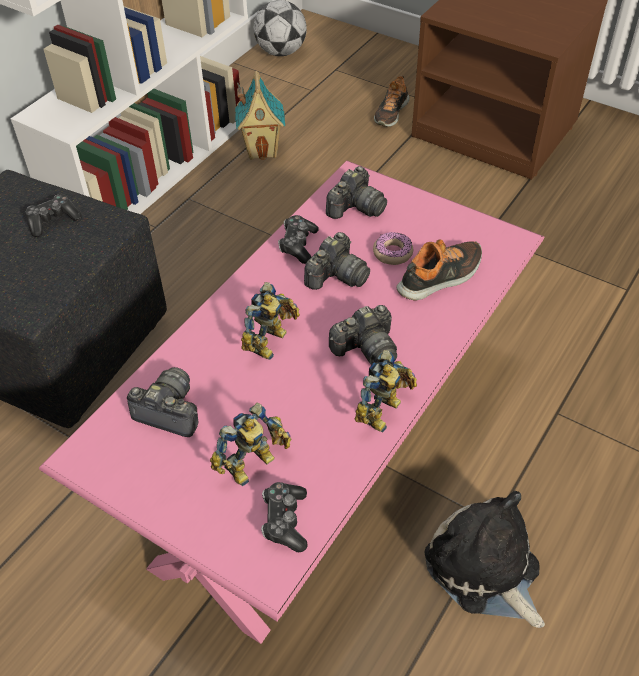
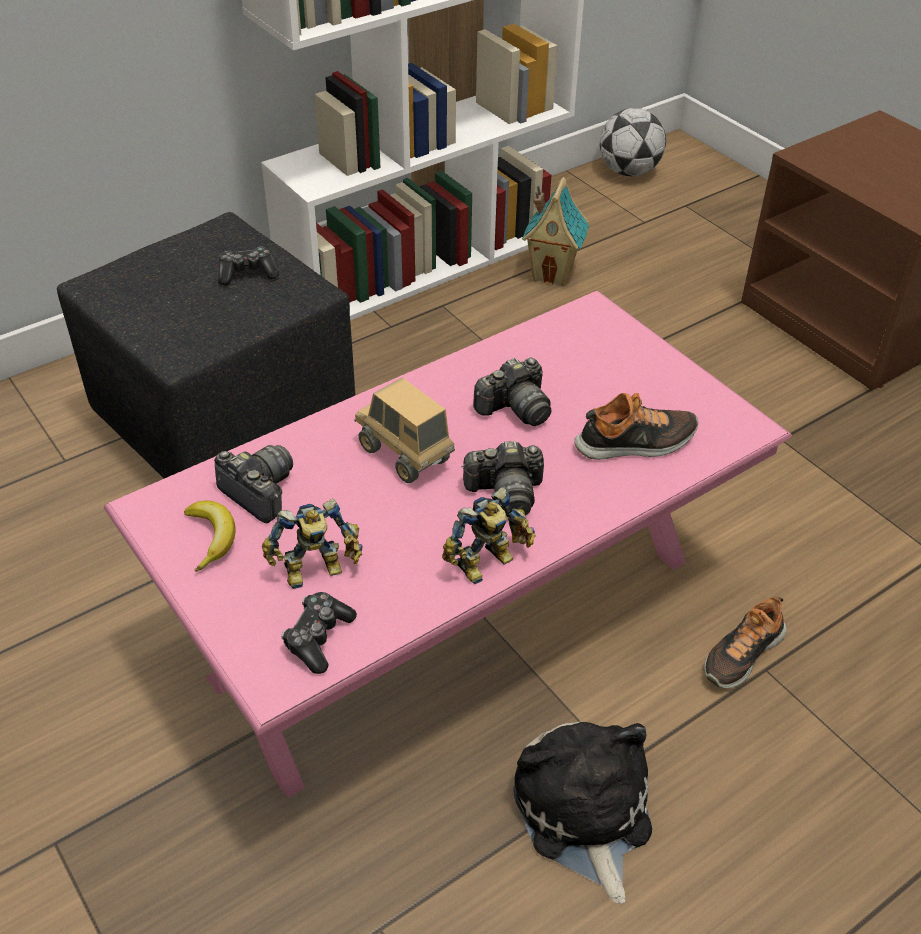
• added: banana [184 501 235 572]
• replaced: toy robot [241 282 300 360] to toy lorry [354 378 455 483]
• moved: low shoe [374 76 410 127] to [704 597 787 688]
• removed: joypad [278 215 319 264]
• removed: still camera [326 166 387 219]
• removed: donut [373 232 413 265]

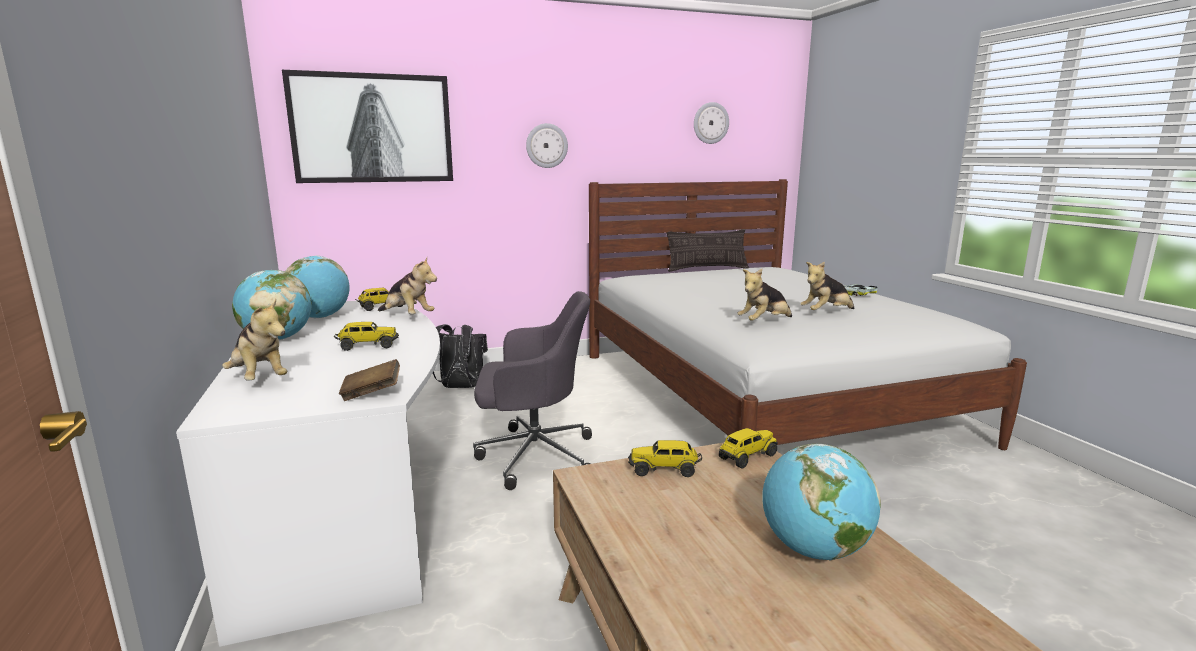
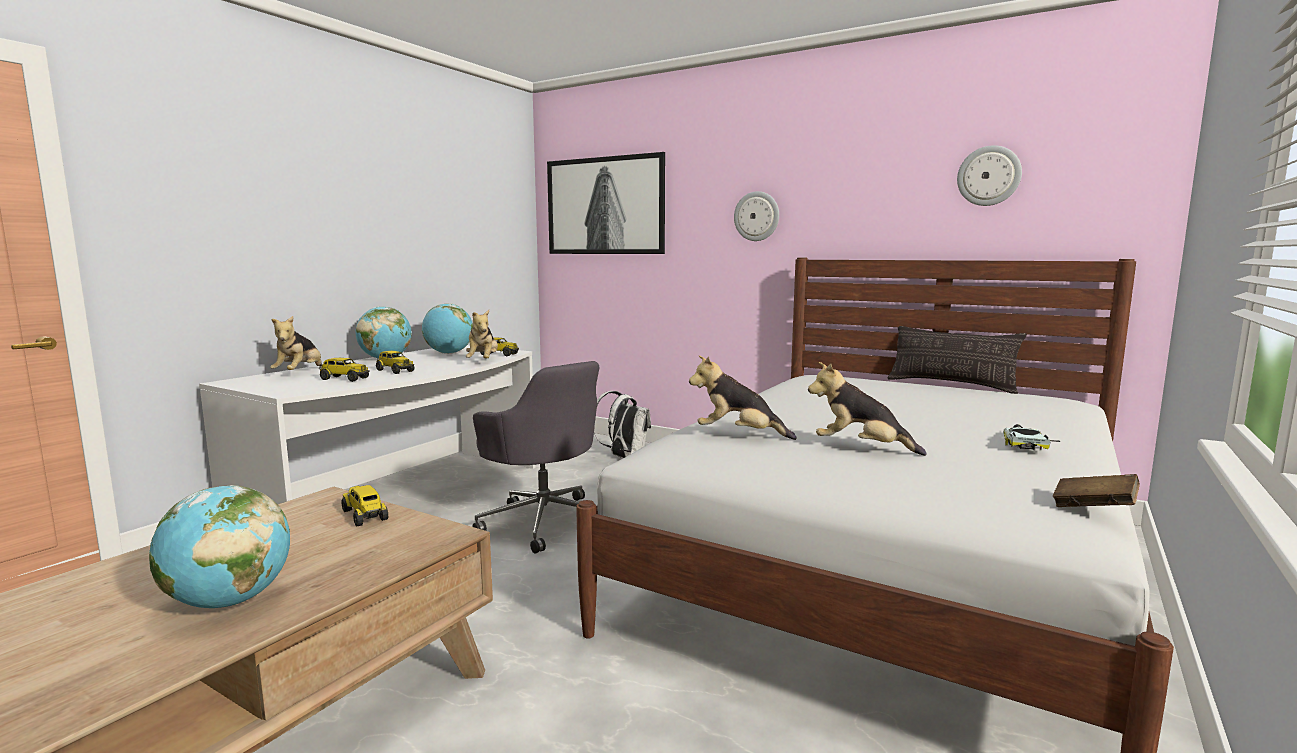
• moved: toy lorry [719 428 778 469] to [319 358 370 382]
• recoloured: rucksack (black) [433 324 488 388] to rucksack (white) [594 391 651 458]
• moved: volume (brown) [339 359 400 401] to [1053 474 1140 507]

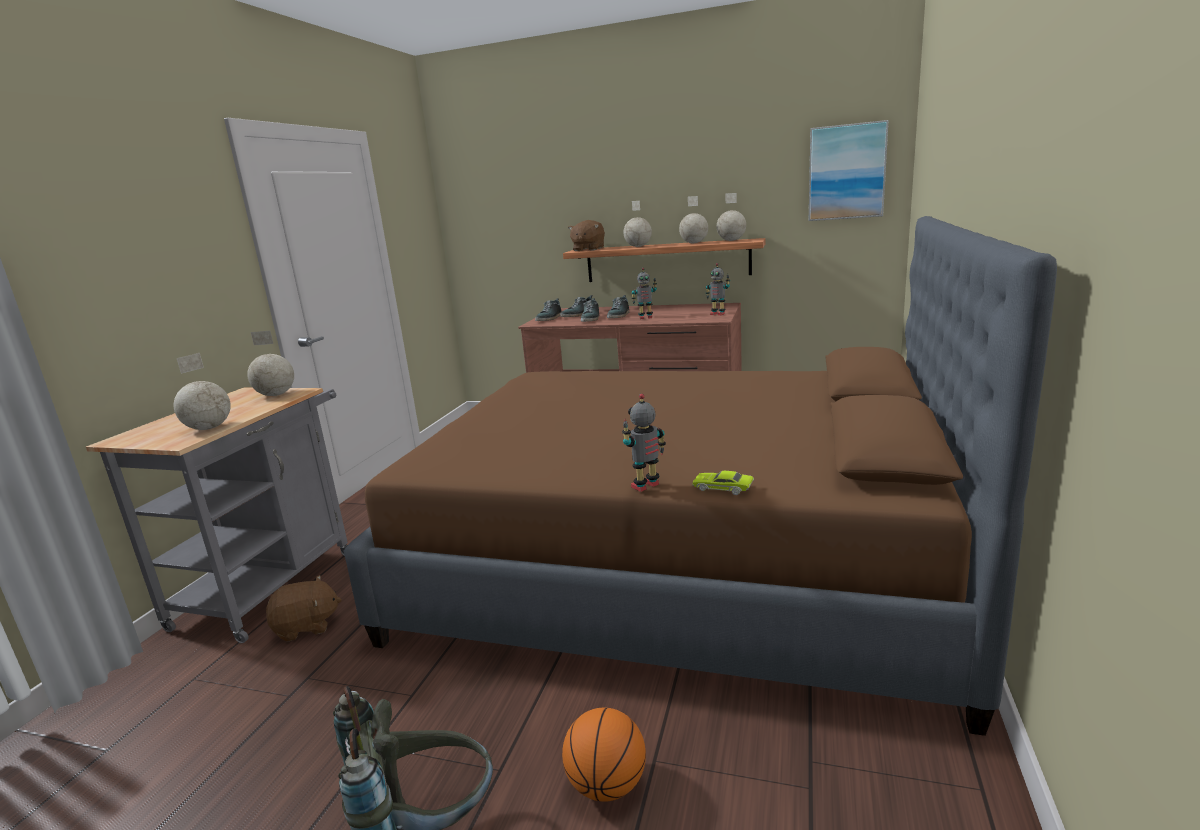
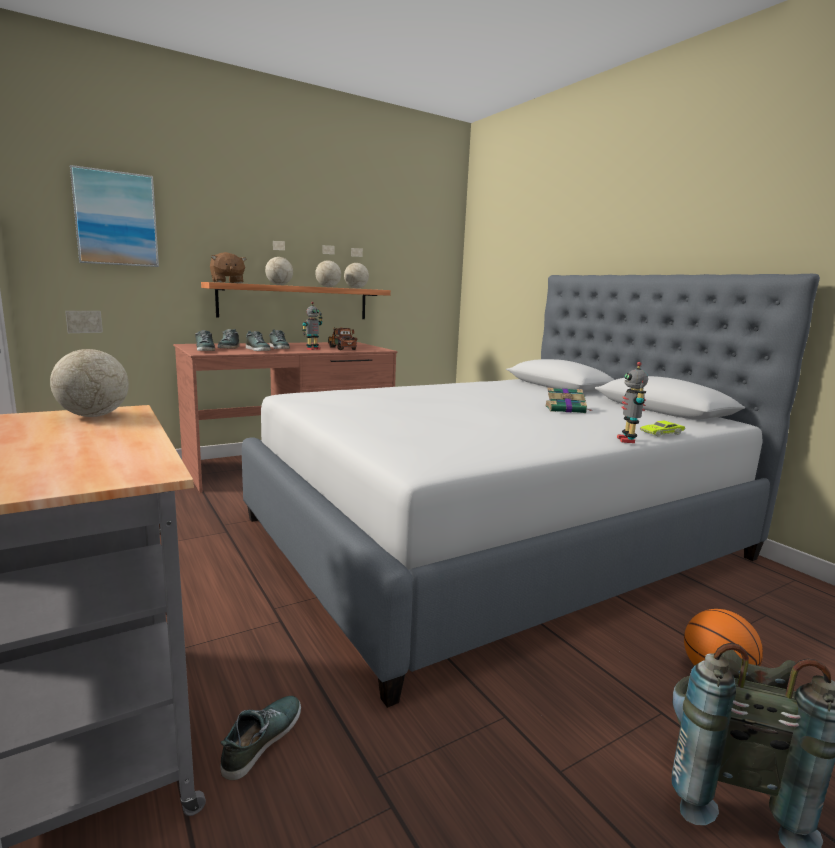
• moved: wall art [809 120 889 221] to [70 165 159 267]
• replaced: plush toy (brown) [266 575 342 642] to low shoe [221 696 301 780]
• recoloured: bedroom bed (brown) [344 216 1057 736] to bedroom bed (greyish) [242 274 820 708]
• added: toy lorry [328 327 357 350]
• added: volume [545 388 592 413]
• removed: desk globe [174 353 231 430]
• removed: toy robot [706 263 730 315]

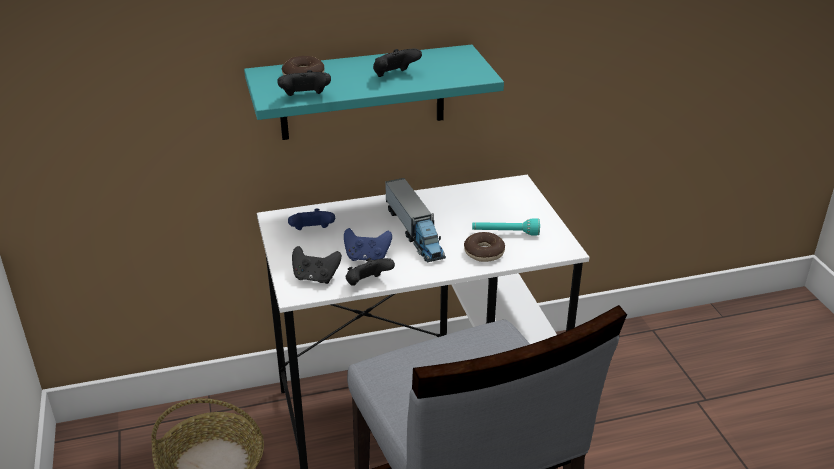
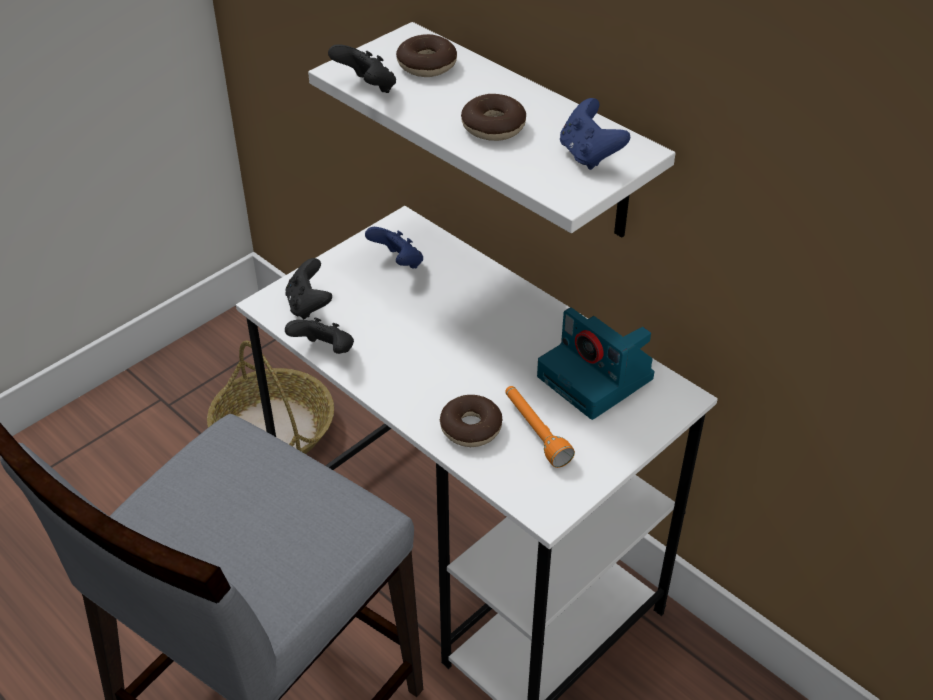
• recoloured: wall shelf (turquoise) [244 45 504 140] to wall shelf (white) [308 22 676 237]
• replaced: joypad (black) [373 49 422 77] to donut [461 94 526 141]
• recoloured: flashlight (turquoise) [472 218 540 236] to flashlight (orange) [505 386 575 468]
• added: still camera [537 307 654 420]
• moved: joypad (blue-coloured) [344 228 392 261] to [560 98 630 170]
• removed: toy lorry [385 178 446 263]

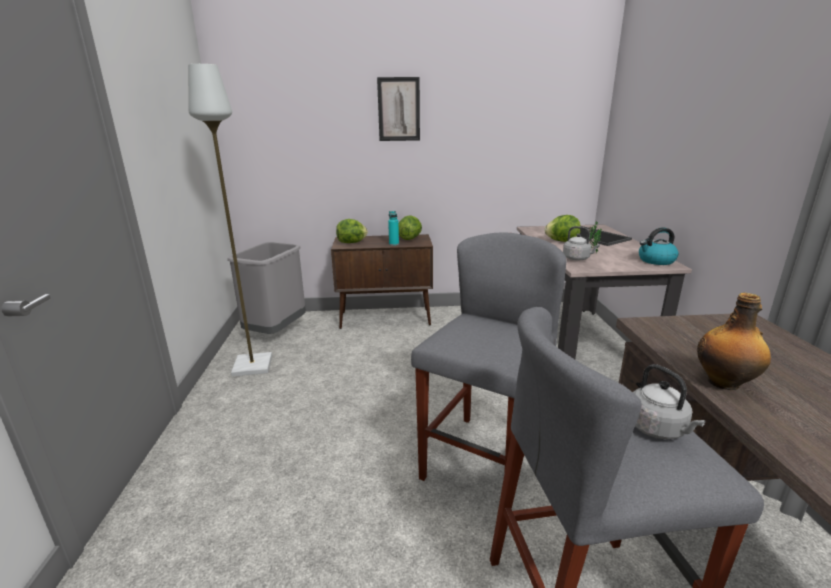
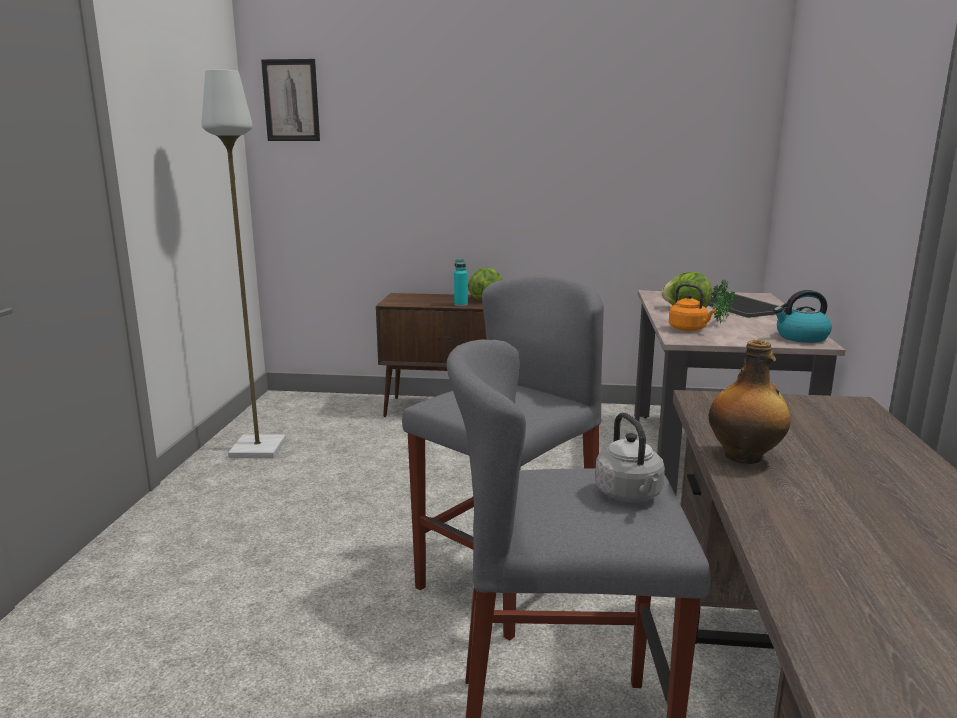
• moved: wall art [377 77 420 141] to [261 59 320 141]
• recoloured: water kettle (greyish) [563 226 600 261] to water kettle (orange) [669 283 716 331]
• removed: rubbish bin (greyish) [227 242 306 334]
• removed: lettuce head [336 219 368 243]

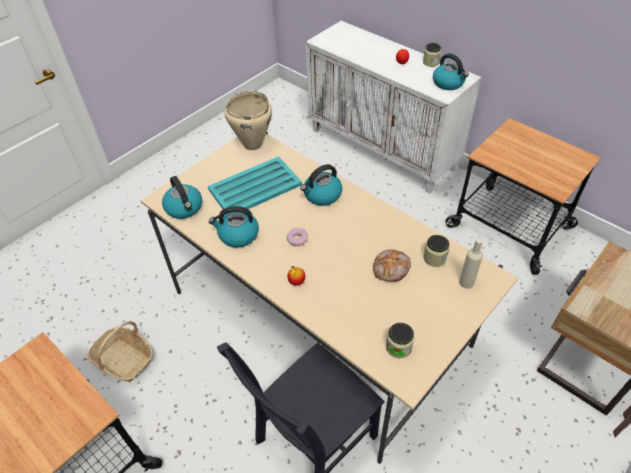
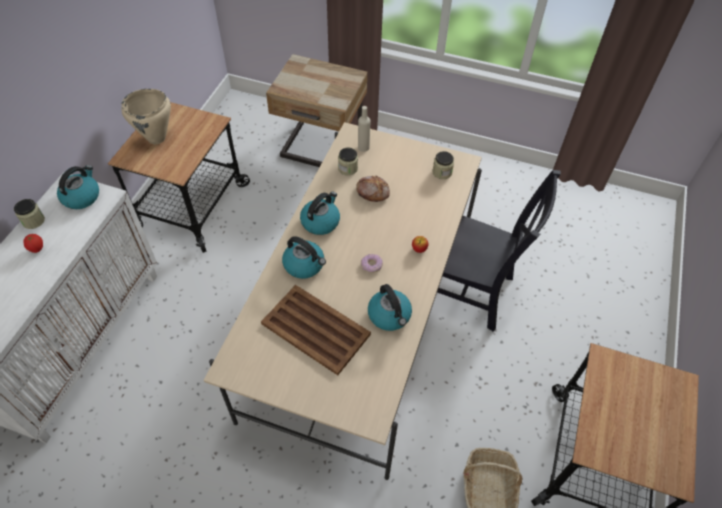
• moved: saucepot (beige-coloured) [224 91 272 150] to [121 89 171 144]
• recoloured: tray (turquoise) [208 156 302 214] to tray (brown) [261 285 371 375]
• moved: water kettle [162 176 202 219] to [300 192 340 235]

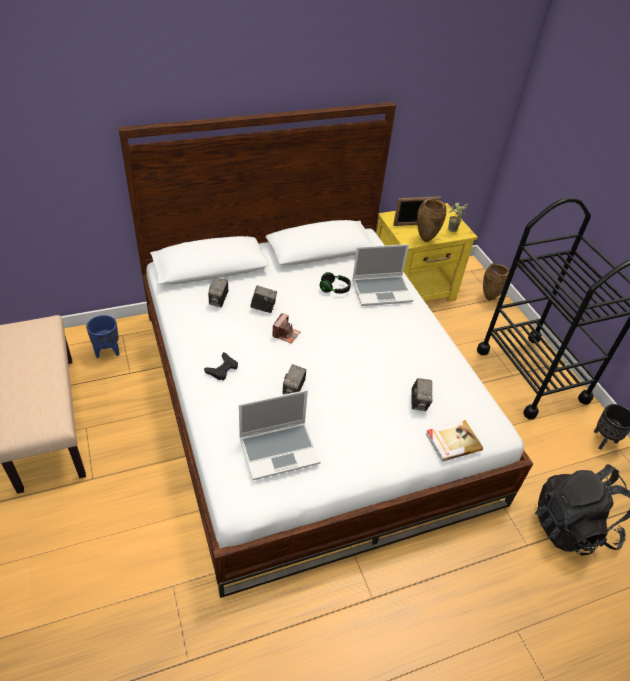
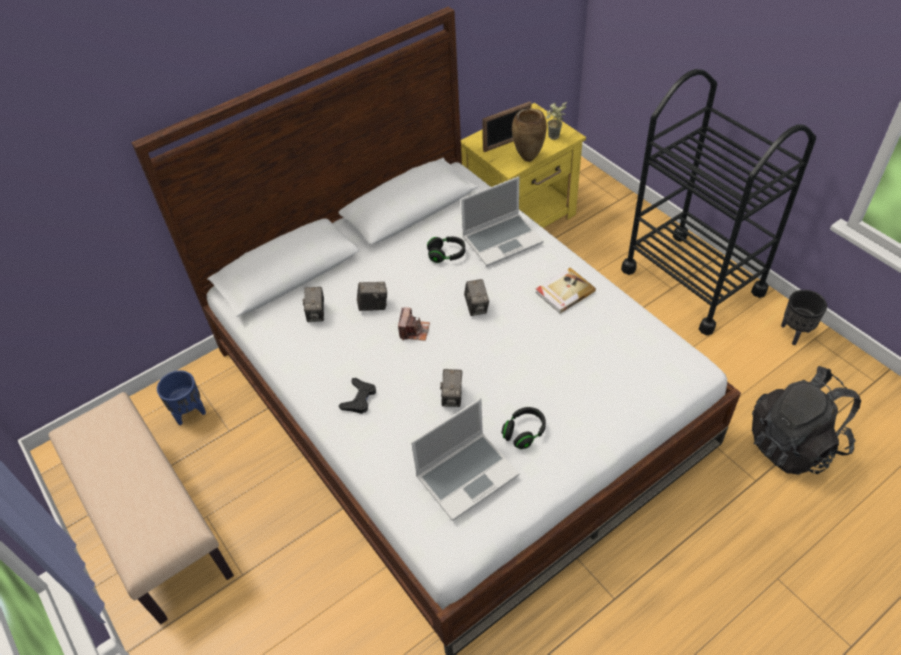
• moved: still camera [411 378 433 411] to [464 279 489 316]
• added: headset (black) [501 407 546 449]
• moved: volume [426 420 483 462] to [535 268 596 314]
• removed: decorative vase (brown) [483 263 509 300]

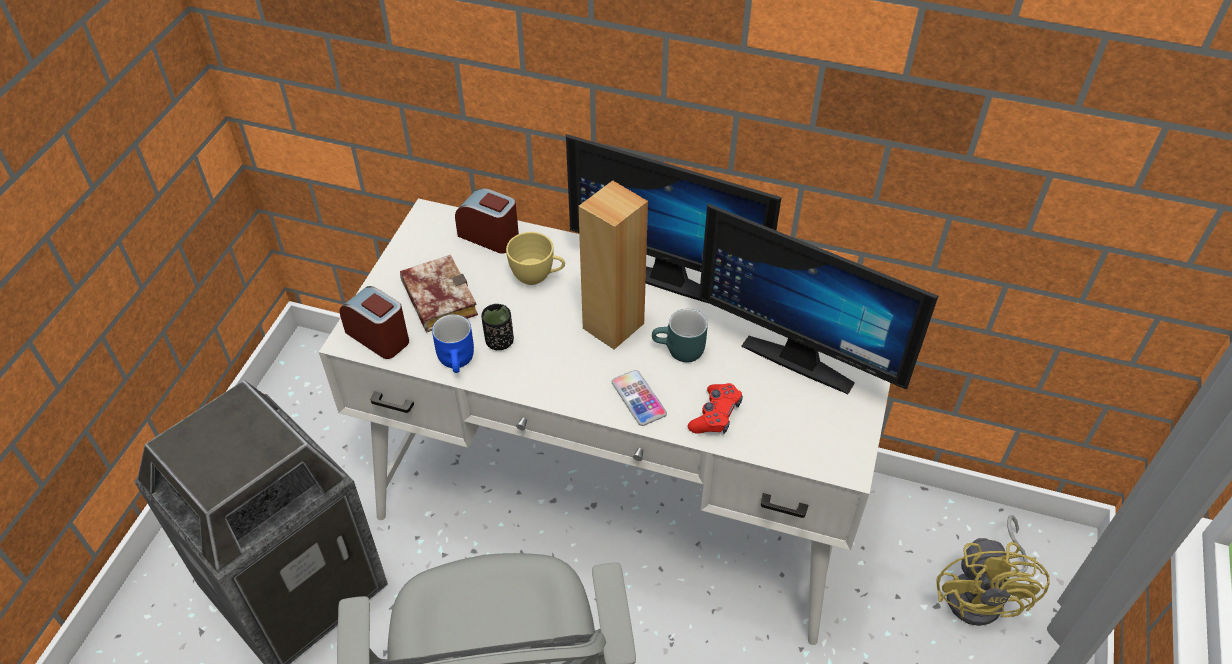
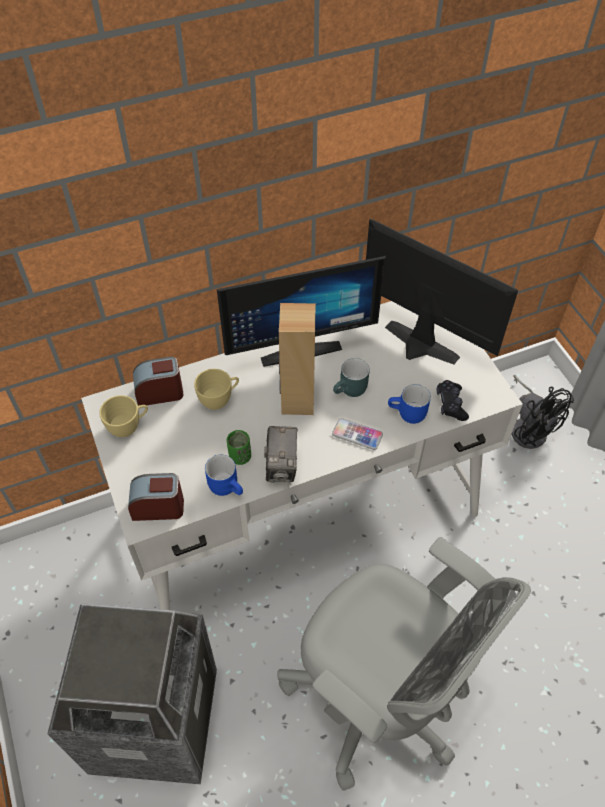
• added: small cup (yellow) [99 395 148 437]
• recoloured: small cup (black) [481 304 514 350] to small cup (greenish) [227 430 251 465]
• added: still camera [264 426 297 483]
• turned: computer screen [699 203 938 394] = [366 219 518 364] 135 degrees counterclockwise
• replaced: joypad (red-coloured) [688 383 743 434] to mug (blue-coloured) [388 384 431 424]
• added: joypad (black) [436 380 469 421]
• recoloured: cooling fan (yellow) [936 515 1050 626] to cooling fan (black) [511 375 574 449]
• removed: volume [400 255 478 333]

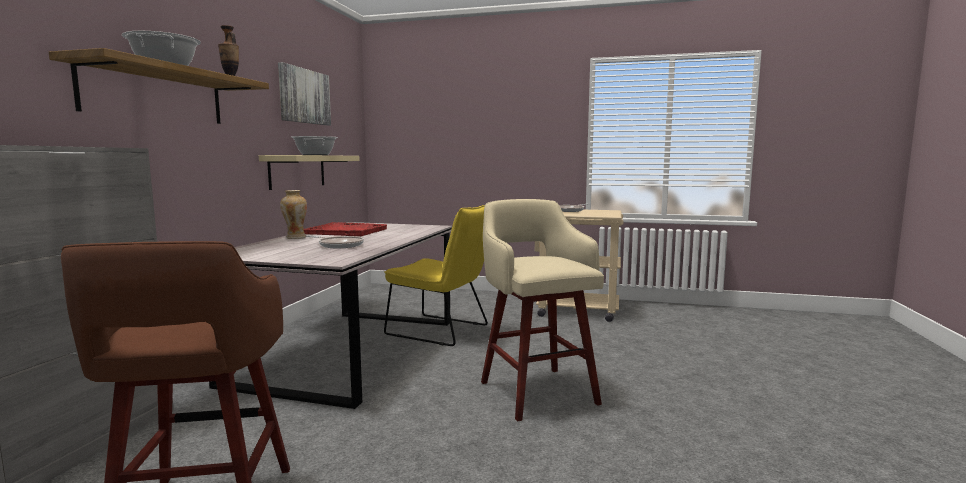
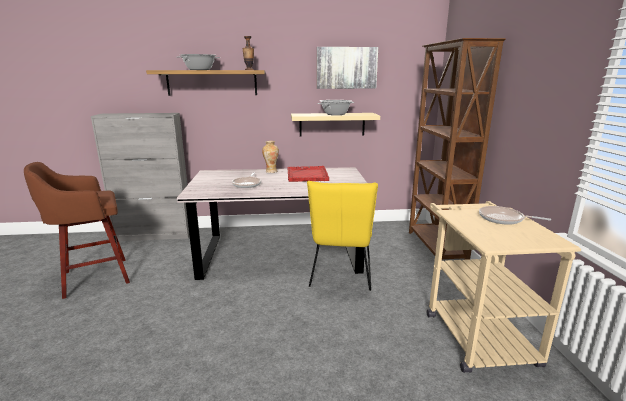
• added: bookcase (brown) [409 38 506 260]
• removed: sitting stool (beige-coloured) [481 199 604 421]

